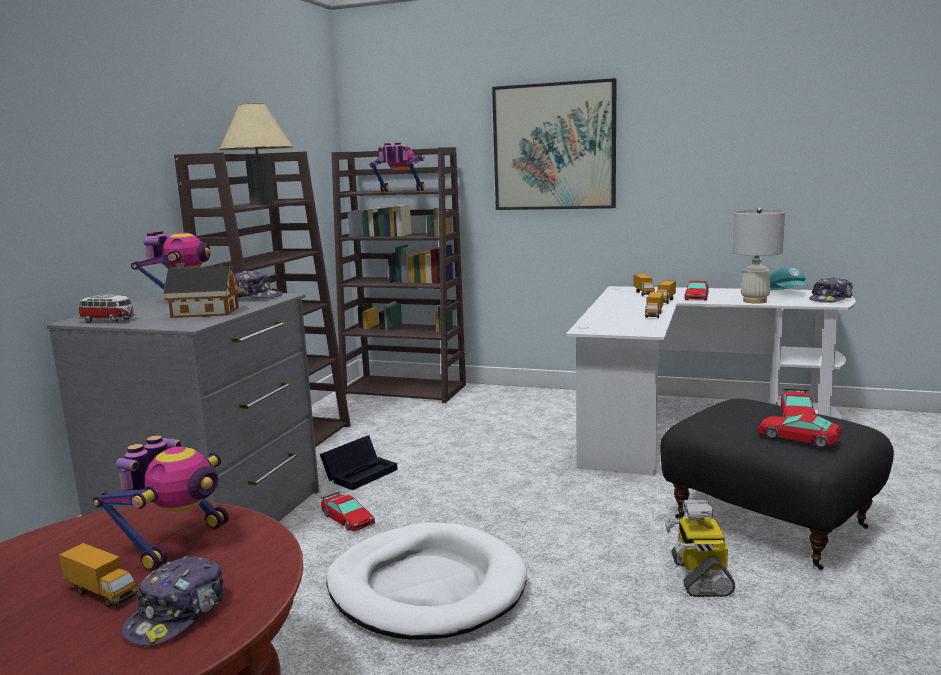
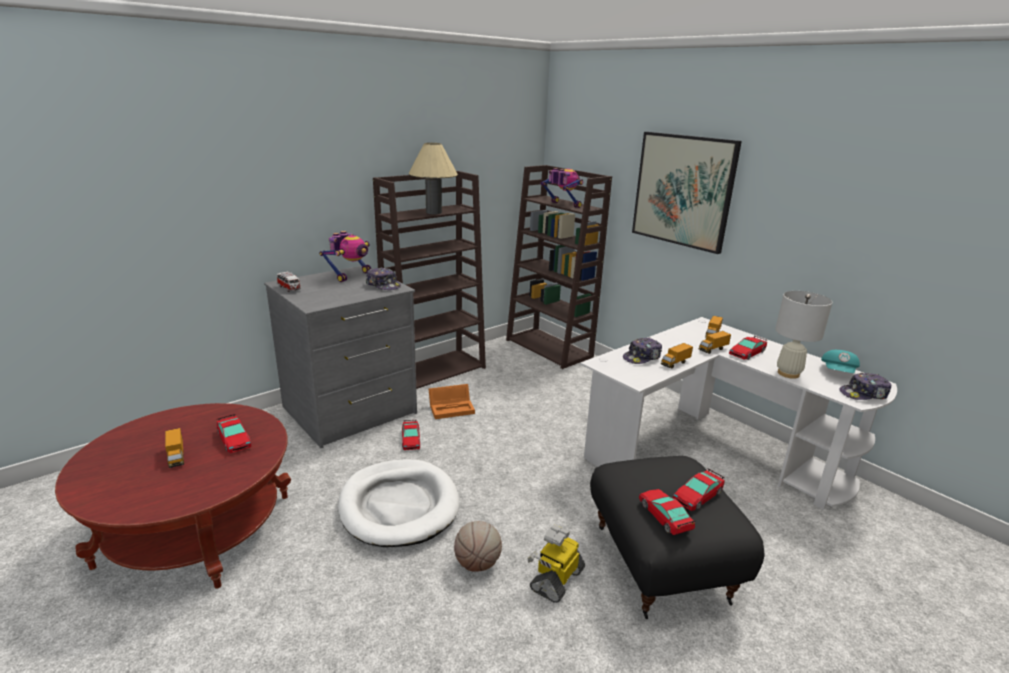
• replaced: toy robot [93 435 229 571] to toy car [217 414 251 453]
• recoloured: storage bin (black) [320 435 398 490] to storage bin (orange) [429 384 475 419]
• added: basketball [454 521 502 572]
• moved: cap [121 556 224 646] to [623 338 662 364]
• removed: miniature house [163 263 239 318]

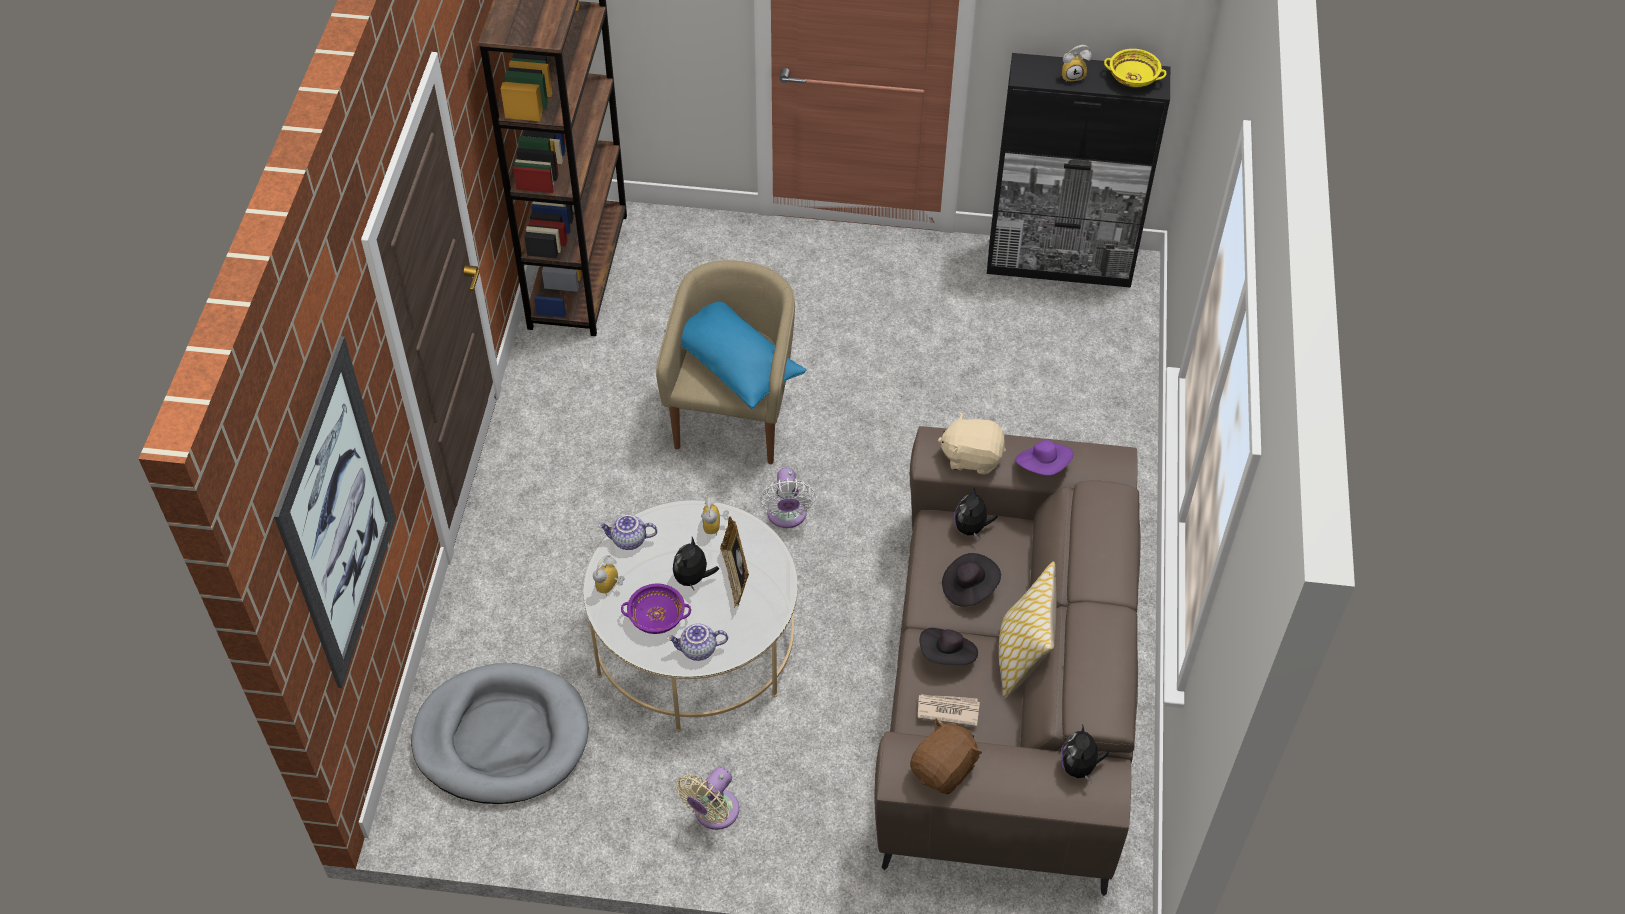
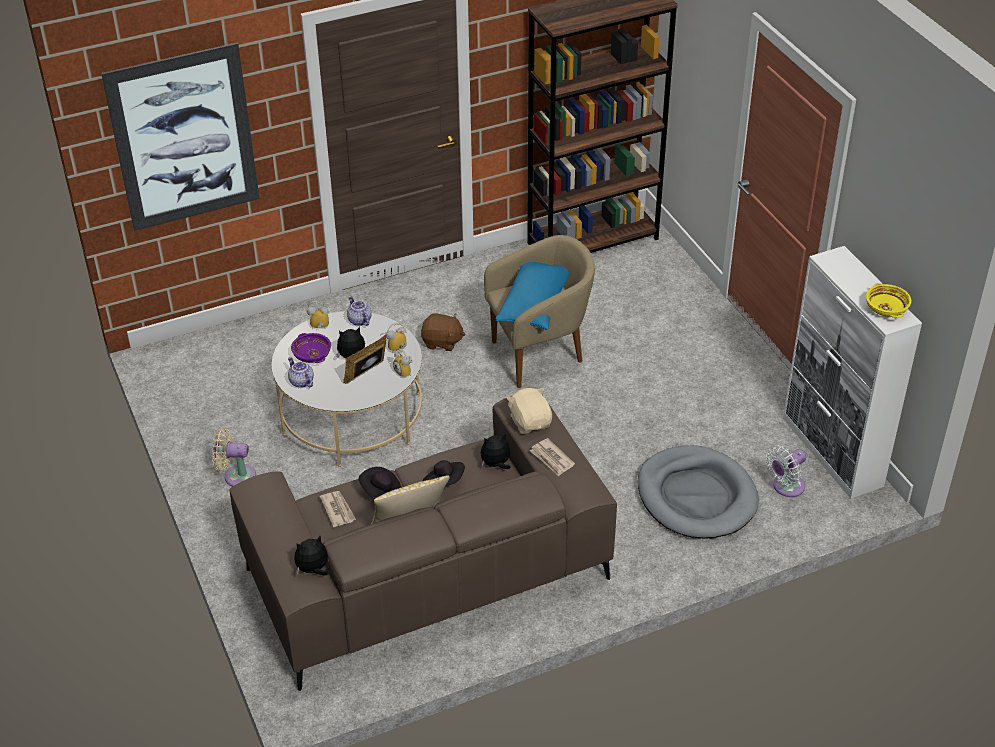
• moved: alarm clock [1062 45 1092 82] to [393 348 413 377]
• moved: plush toy (brown) [910 718 982 794] to [421 314 465 351]
• replaced: wearable hat (purplish) [1015 440 1073 476] to newspaper [530 438 575 476]
• moved: dog cushion (greyish) [411 663 589 804] to [638 445 759 539]
• moved: cooling fan (white) [760 467 816 528] to [766 445 806 497]
• recoloured: storage cabinet (black) [987 53 1170 288] to storage cabinet (white) [783 246 922 499]

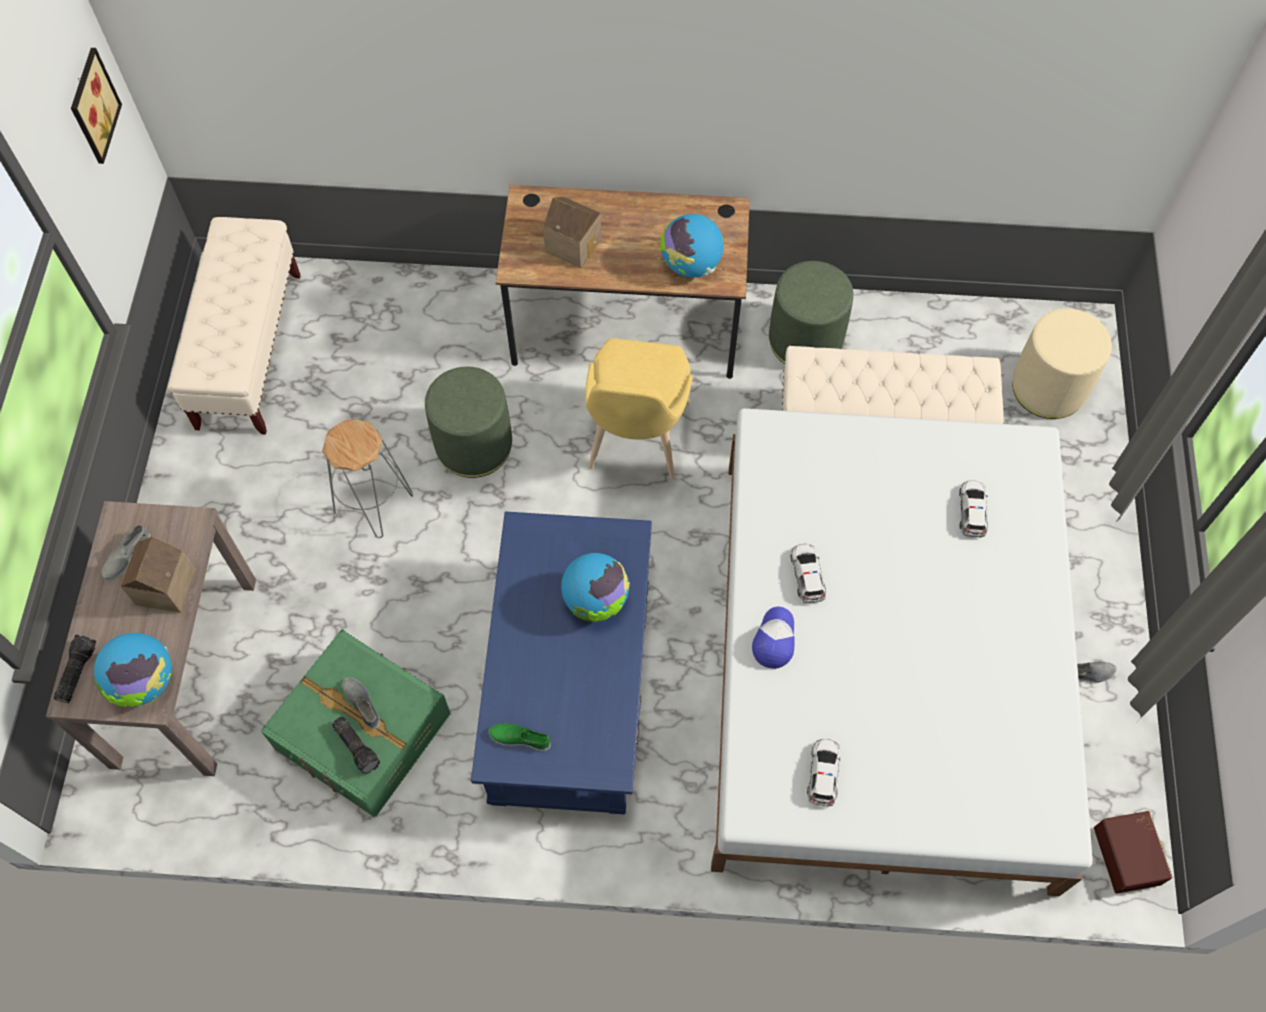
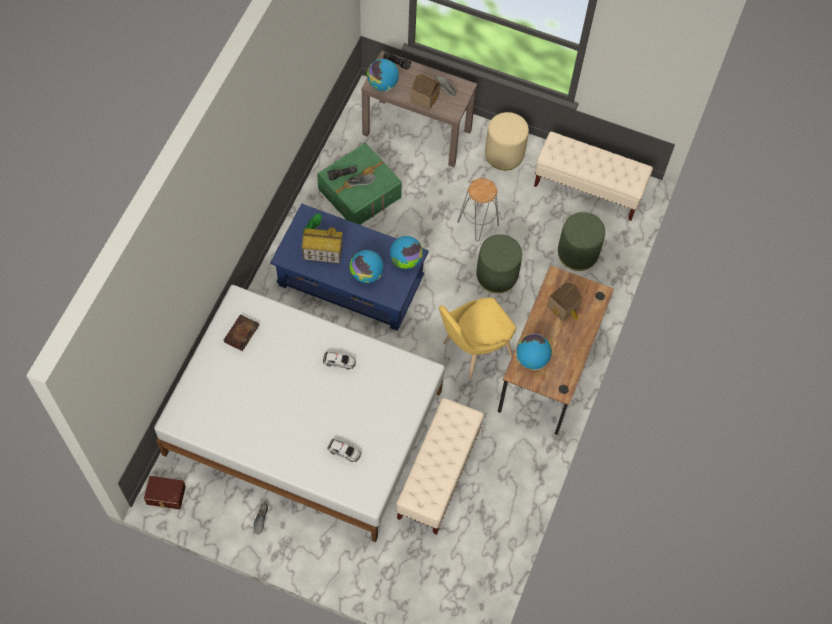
• replaced: toy car [807 739 841 807] to volume [224 315 259 351]
• added: miniature house [302 227 343 264]
• added: desk globe [390 236 423 269]
• turned: chair (yellow) [585 338 693 479] = [439 298 516 379] 60 degrees counterclockwise
• moved: footrest (beige-coloured) [1012 308 1112 419] to [485 112 529 170]
• moved: footrest (greenish) [769 261 854 364] to [558 212 605 271]
• removed: wall art [71 48 122 164]
• removed: cap [752 607 795 669]

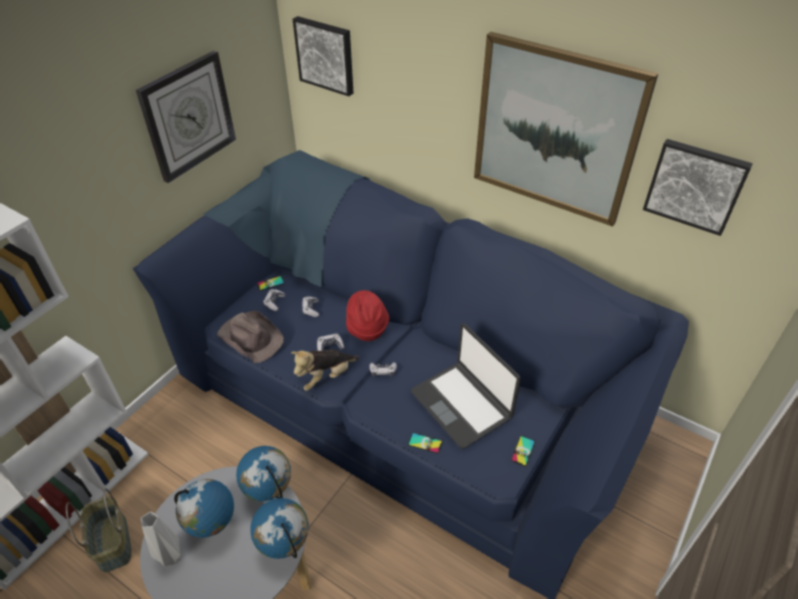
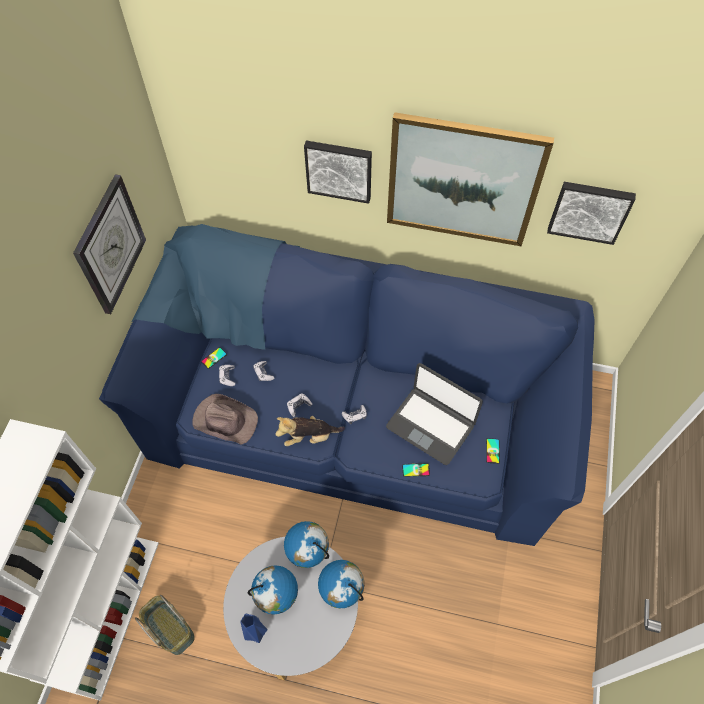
• recoloured: decorative vase (greyish) [141 511 181 566] to decorative vase (blue-coloured) [240 614 267 643]
• turned: plush toy [291 350 359 391] = [275 416 345 446] 45 degrees clockwise
• moved: wall art [293 16 353 96] to [304 141 372 204]
• removed: wearable hat (red-coloured) [346 290 389 341]

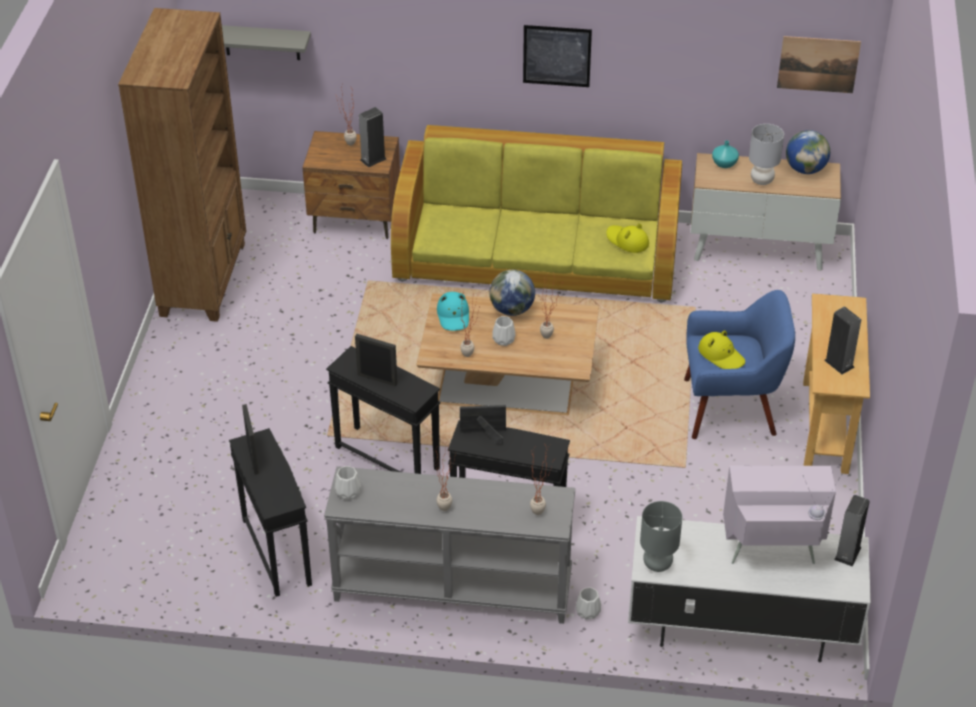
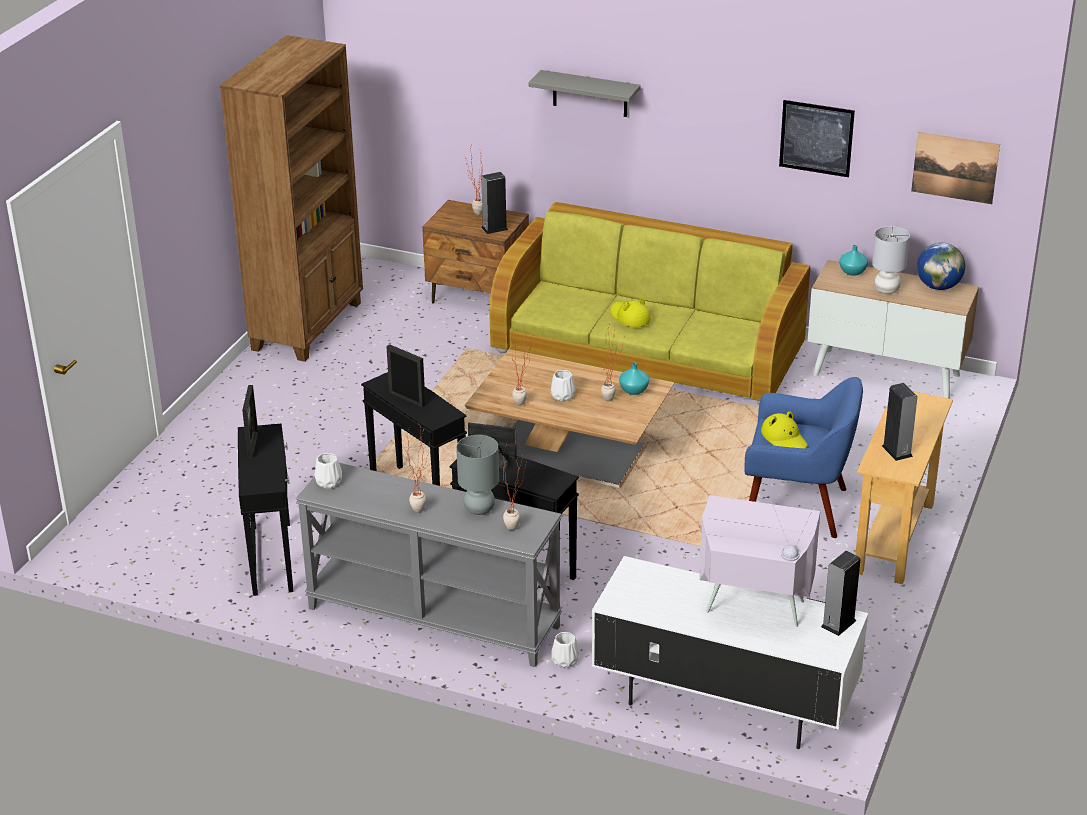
• moved: table lamp (greyish) [640 501 682 572] to [456 435 499 515]
• moved: wall shelf (greyish) [222 25 311 60] to [529 70 641 117]
• moved: wearable hat (yellow) [606 223 649 253] to [611 298 651 327]
• added: decorative vase (turquoise) [619 363 649 395]
• moved: wall art [523 25 592 87] to [779 100 855 177]
• removed: wearable hat (turquoise) [437 292 469 331]
• removed: desk globe [489 270 535 316]

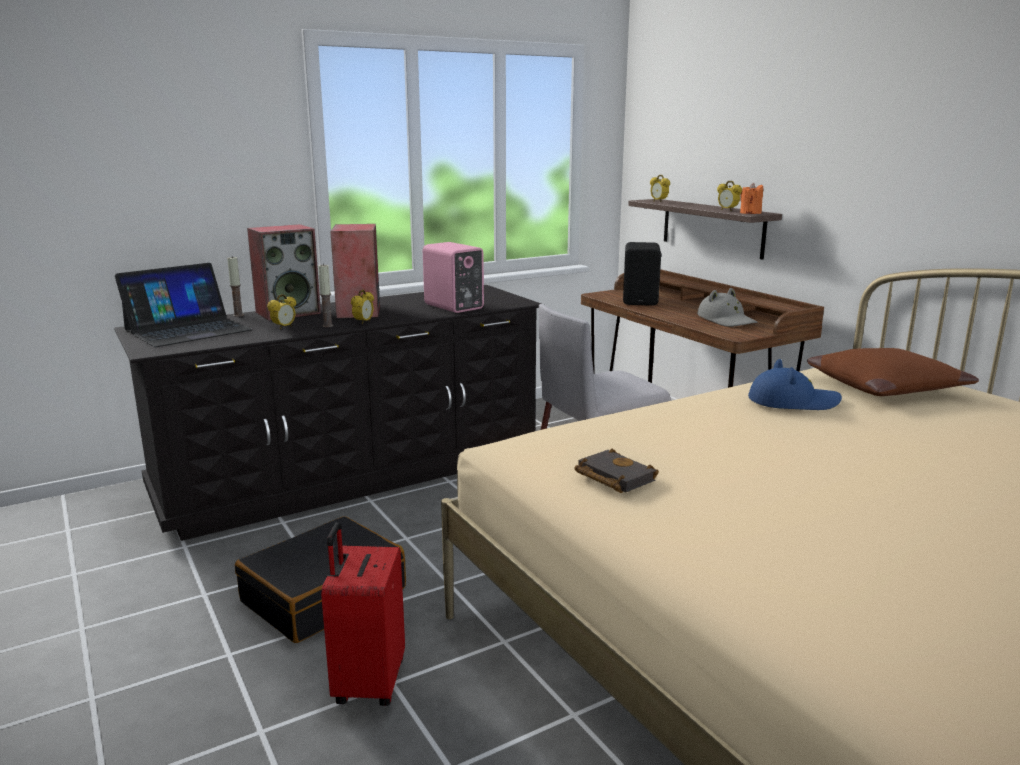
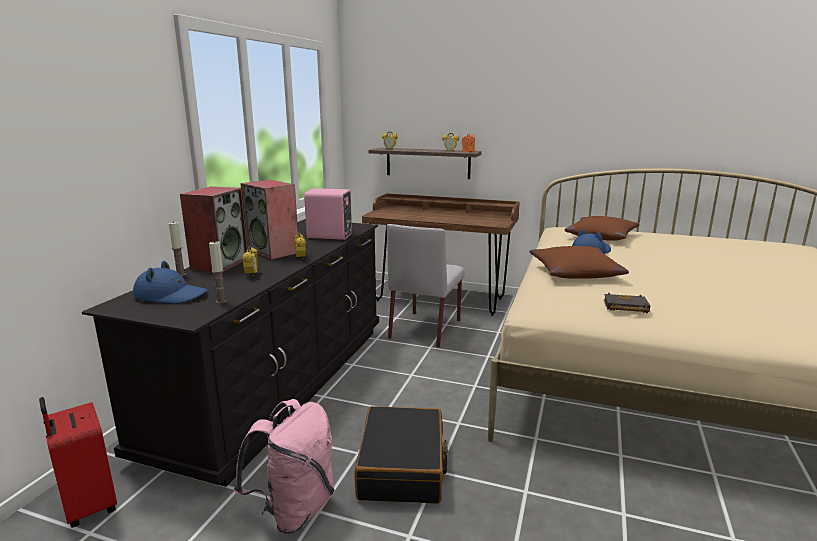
• moved: travel case (red-coloured) [321 522 405 706] to [39 397 117 528]
• replaced: notebook computer [115 263 252 347] to wearable hat (blue-coloured) [133 261 207 304]
• moved: wax light [318 263 333 327] to [209 241 227 304]
• added: rucksack (pink-coloured) [234 399 335 534]
• added: throw pillow (brown) [529 246 629 279]
• removed: speaker (black) [623 242 661 306]
• removed: wearable hat (greyish) [697 288 757 327]

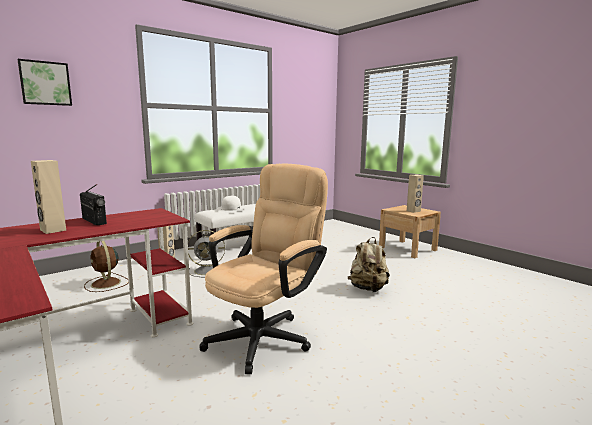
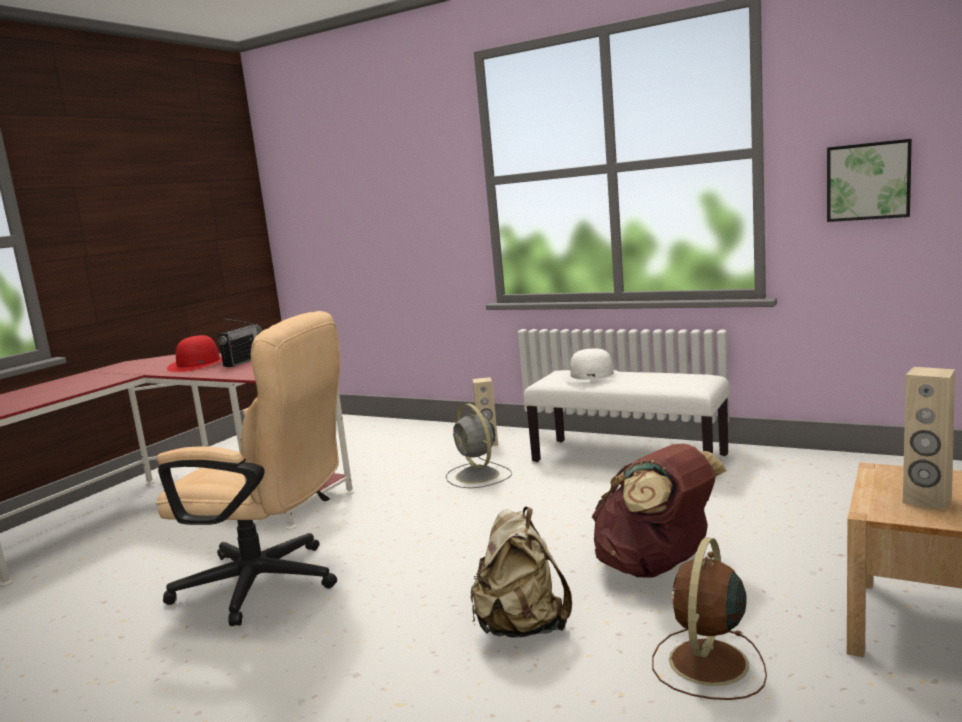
• replaced: speaker (beige-coloured) [31 160 66 234] to wearable hat (red-coloured) [167 335 222 372]
• added: rucksack (brown) [592 444 727 578]
• moved: cooling fan (brown) [84 241 129 292] to [652 537 767 700]
• moved: wall art [17 59 72 106] to [827 139 912 222]

